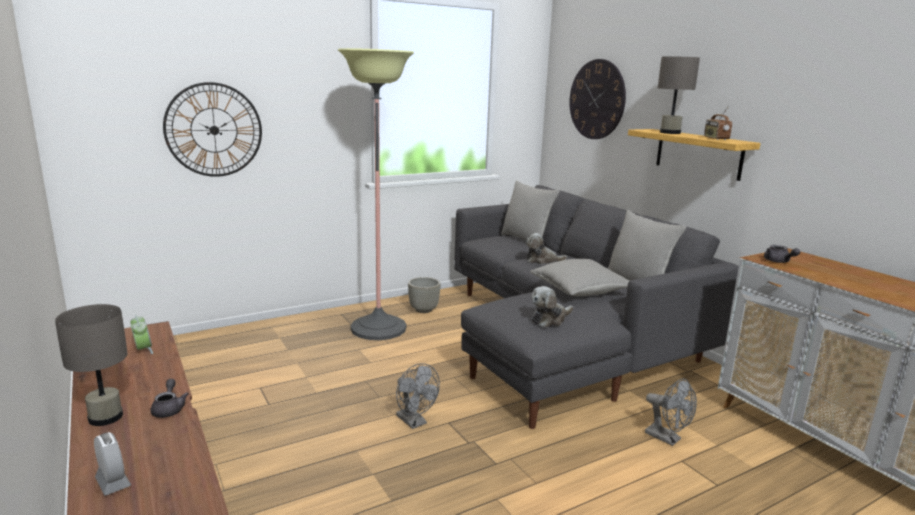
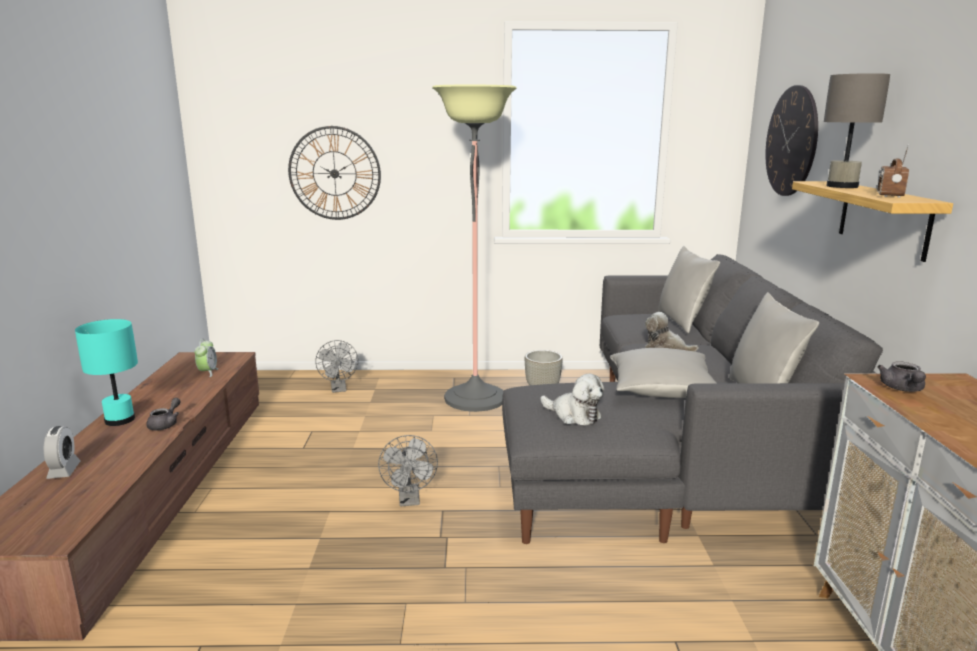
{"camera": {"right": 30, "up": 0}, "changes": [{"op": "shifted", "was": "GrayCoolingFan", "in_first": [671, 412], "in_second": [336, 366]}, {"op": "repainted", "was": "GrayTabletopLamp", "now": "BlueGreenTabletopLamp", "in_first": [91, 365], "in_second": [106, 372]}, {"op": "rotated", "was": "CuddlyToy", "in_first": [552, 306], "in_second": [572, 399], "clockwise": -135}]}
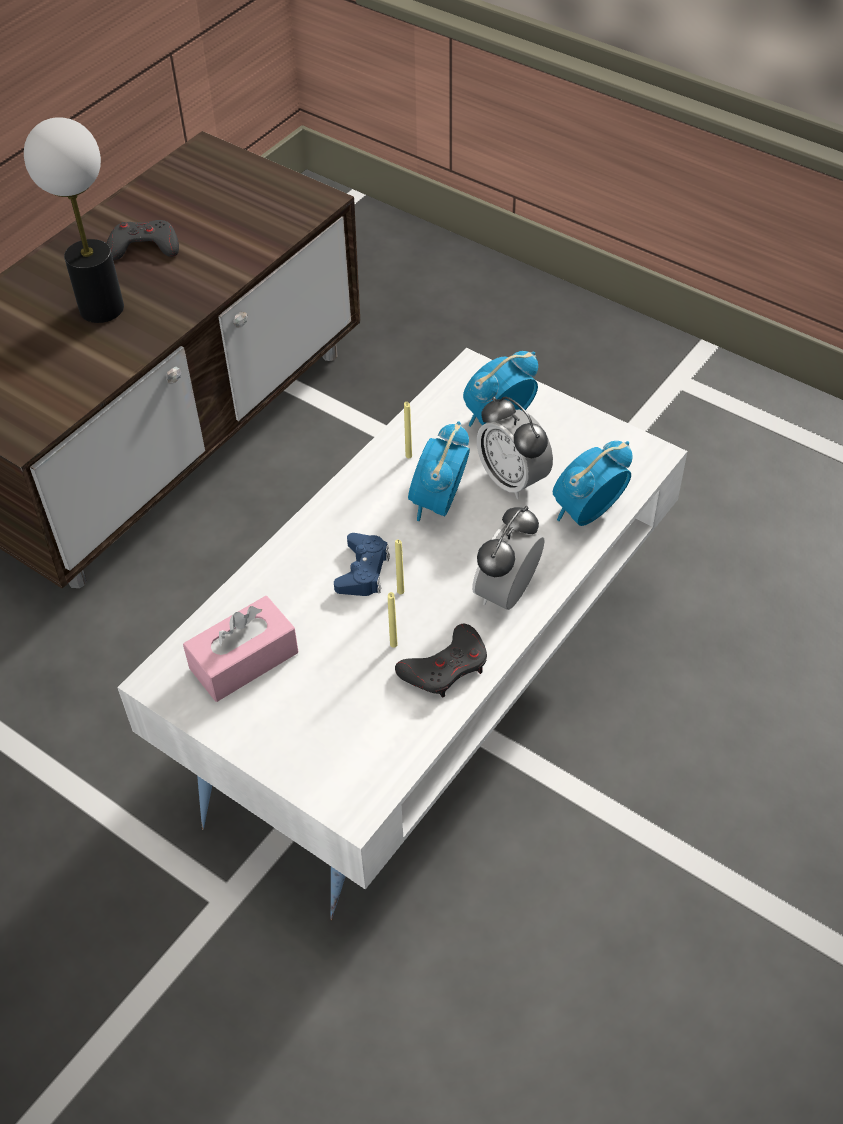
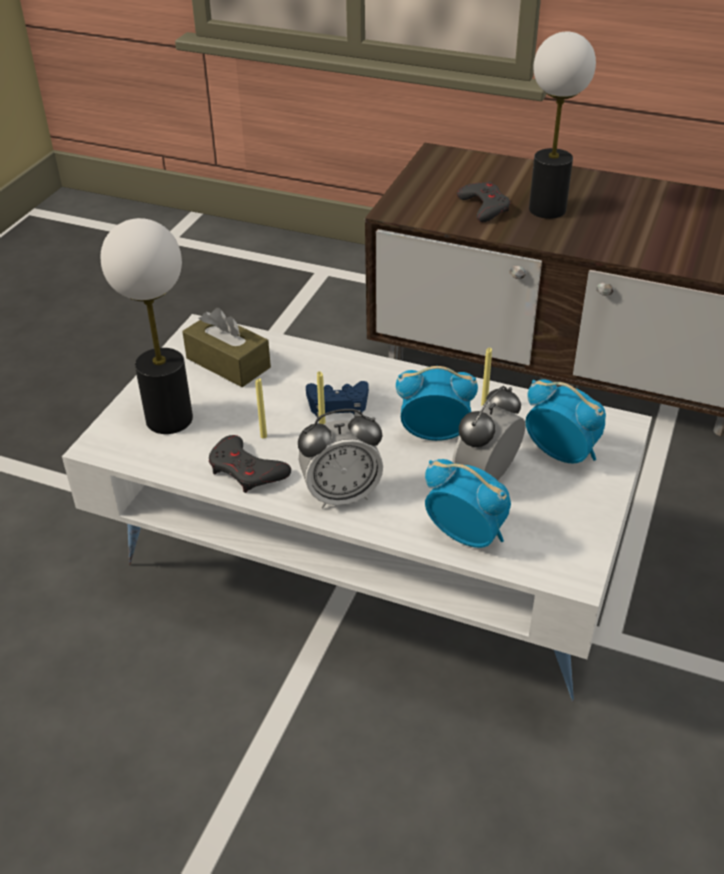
{"camera": {"right": 75, "up": -10}, "changes": [{"op": "new", "now": "TabletopLamp", "in_second": [147, 326]}, {"op": "shifted", "was": "GrayGameController", "in_first": [143, 240], "in_second": [483, 202]}, {"op": "repainted", "was": "PinkTissueHolder", "now": "BrownColouredTissueHolder", "in_first": [240, 649], "in_second": [226, 347]}, {"op": "rotated", "was": "AlarmClock", "in_first": [508, 558], "in_second": [340, 458], "clockwise": 150}]}
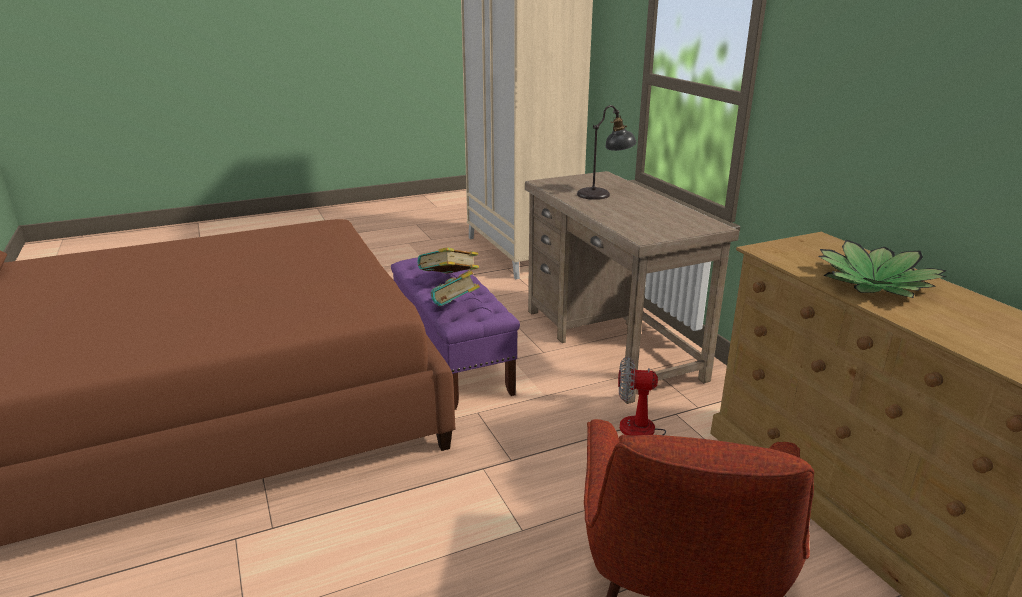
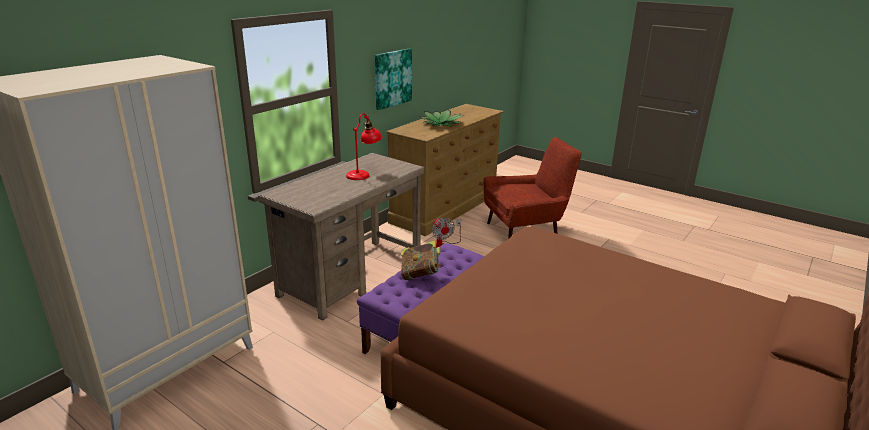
{"camera": {"right": -120, "up": 0}, "changes": [{"op": "gone", "was": "Volume", "in_first": [455, 288]}, {"op": "gone", "was": "GrayTabletopLamp", "in_first": [607, 152]}, {"op": "new", "now": "ReddishTabletopLamp", "in_second": [364, 146]}, {"op": "new", "now": "WallPicture", "in_second": [393, 79]}]}
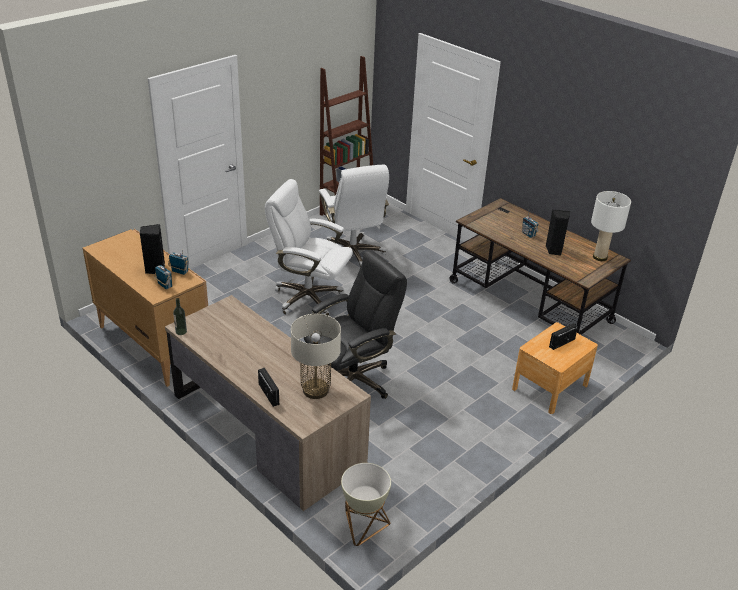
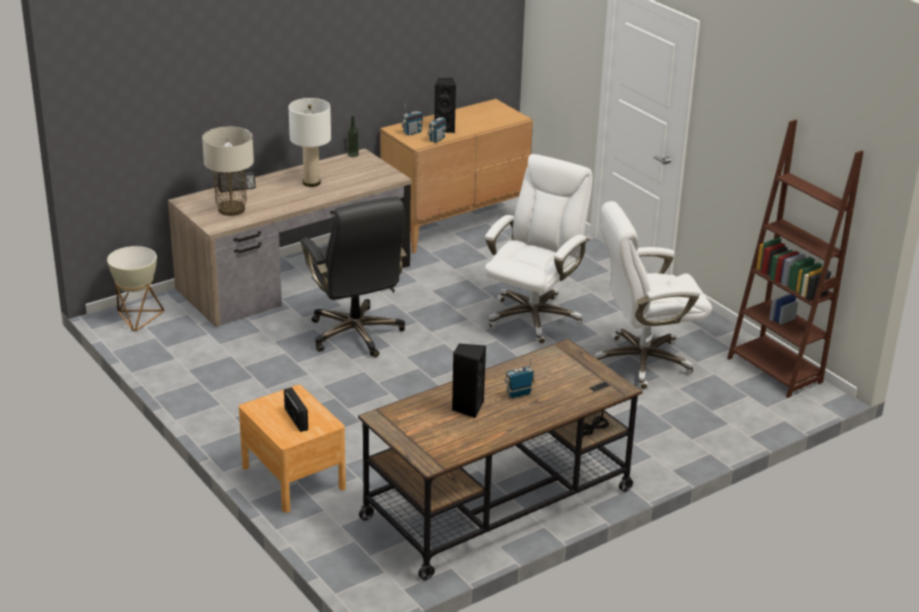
{"camera": {"right": 100, "up": -5}, "changes": [{"op": "shifted", "was": "WhiteTabletopLamp", "in_first": [611, 226], "in_second": [310, 142]}]}
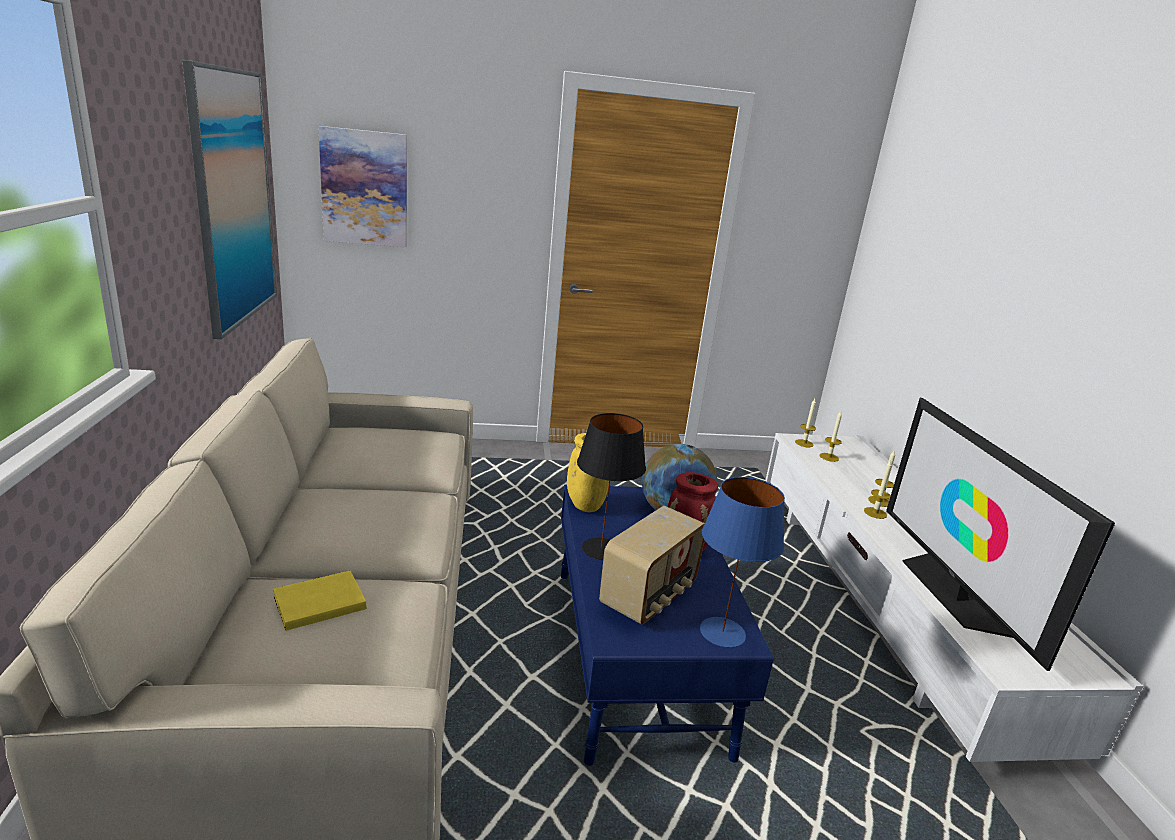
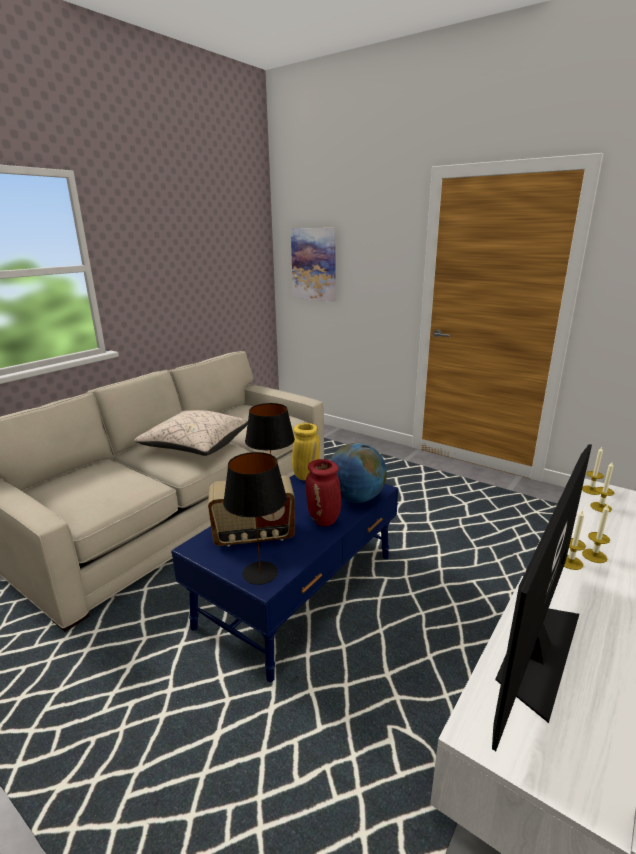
{"camera": {"right": 45, "up": 0}, "changes": [{"op": "gone", "was": "WallPicture", "in_first": [229, 199]}, {"op": "gone", "was": "YellowColouredVolume", "in_first": [319, 600]}, {"op": "new", "now": "BeigeColouredCushion", "in_second": [191, 433]}, {"op": "repainted", "was": "BlueColouredTabletopLamp", "now": "BlackColouredTabletopLamp", "in_first": [742, 562], "in_second": [255, 518]}]}
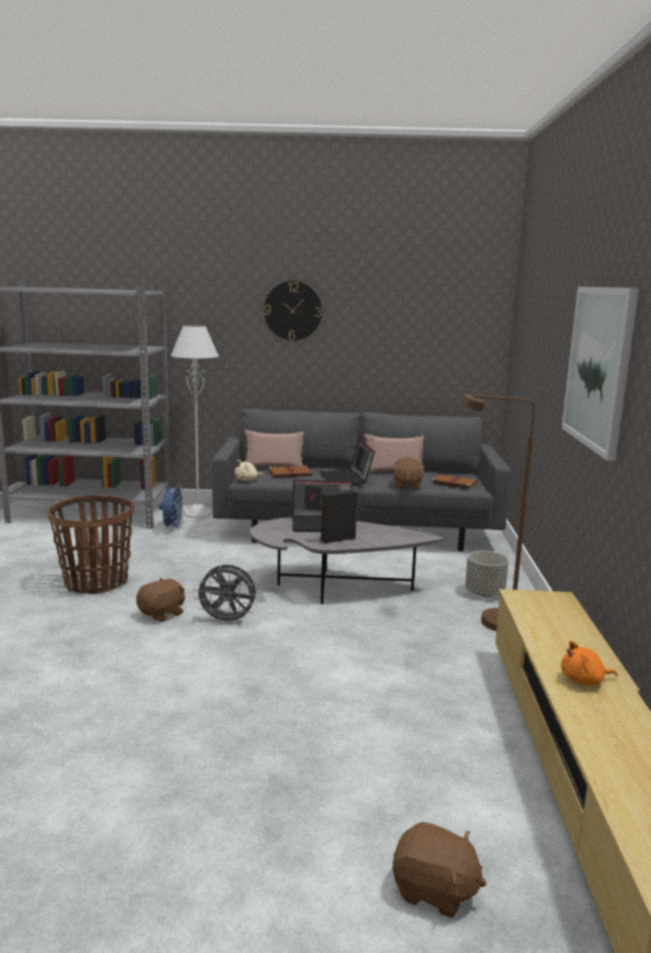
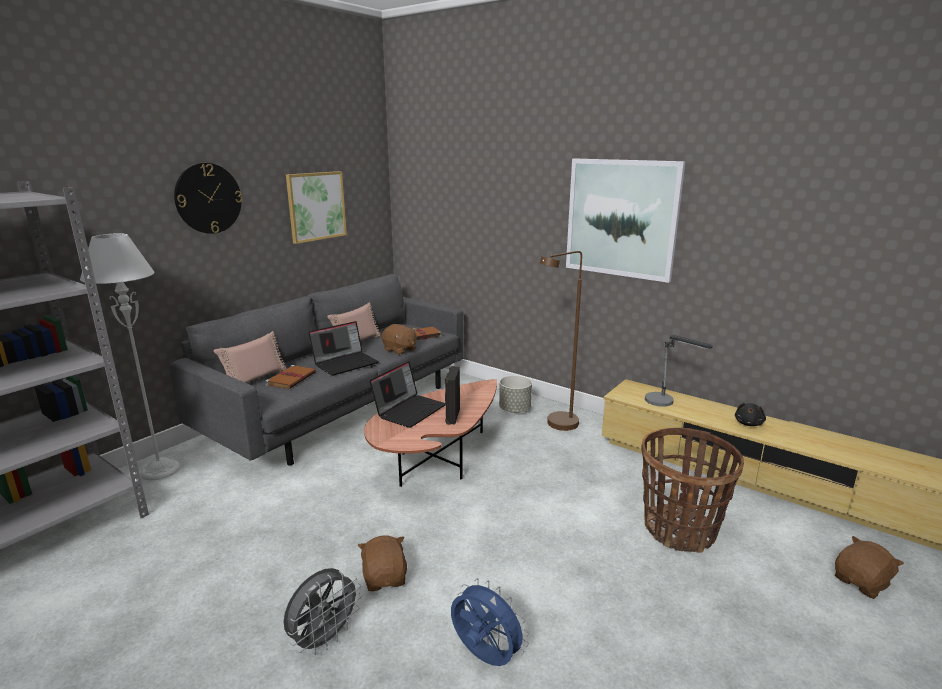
{"camera": {"right": -55, "up": 5}, "changes": [{"op": "gone", "was": "BeigeColouredCuddlyToy", "in_first": [249, 470]}, {"op": "new", "now": "WallPicture", "in_second": [316, 207]}, {"op": "new", "now": "TabletopLamp", "in_second": [679, 371]}, {"op": "shifted", "was": "HouseholdBasket", "in_first": [90, 544], "in_second": [692, 490]}, {"op": "shifted", "was": "BlueColouredCoolingFan", "in_first": [171, 507], "in_second": [490, 622]}, {"op": "shifted", "was": "GrayCoolingFan", "in_first": [225, 595], "in_second": [322, 611]}, {"op": "repainted", "was": "GrayLowTable", "now": "BrownColouredLowTable", "in_first": [347, 560], "in_second": [430, 433]}, {"op": "repainted", "was": "OrangeyCuddlyToy", "now": "BlackColouredCuddlyToy", "in_first": [589, 663], "in_second": [750, 414]}, {"op": "rotated", "was": "PortableComputer", "in_first": [347, 462], "in_second": [343, 348], "clockwise": -60}]}
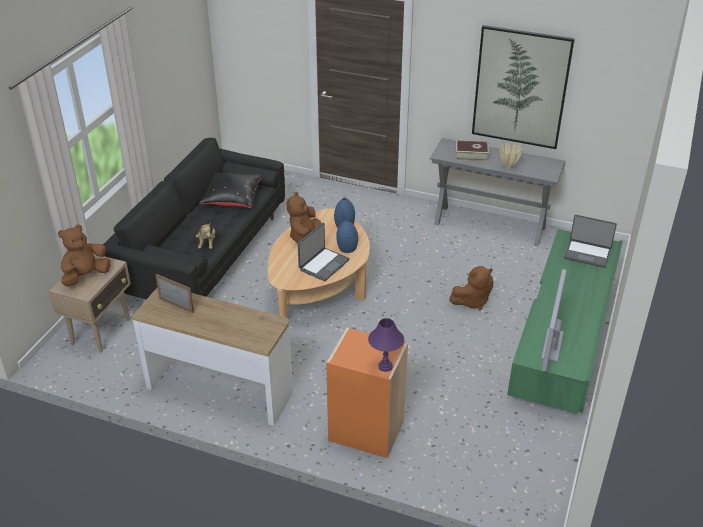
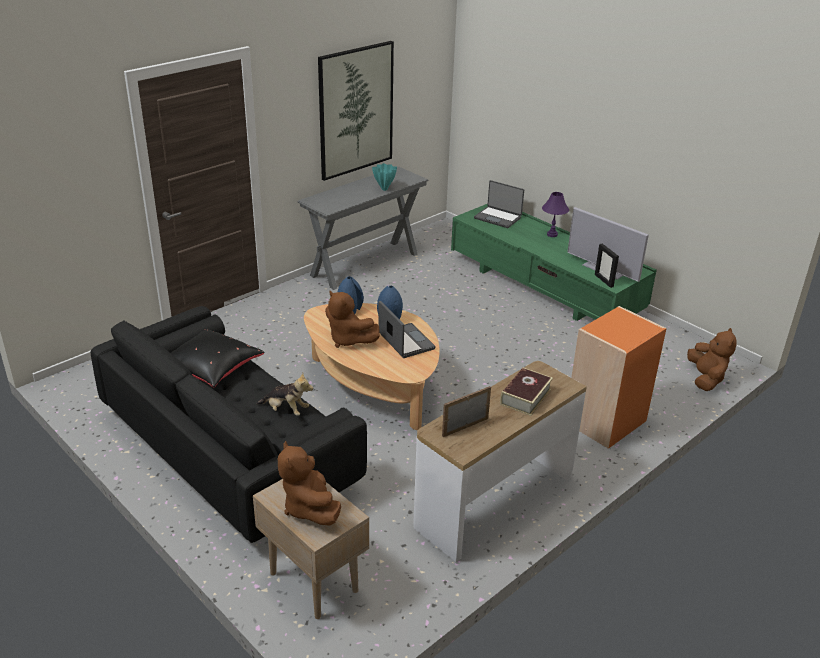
{"camera": {"right": -65, "up": -5}, "changes": [{"op": "new", "now": "PictureFrame", "in_second": [607, 266]}, {"op": "shifted", "was": "PurplishTabletopLamp", "in_first": [386, 345], "in_second": [555, 214]}, {"op": "shifted", "was": "BrownColouredCuddlyToy", "in_first": [471, 288], "in_second": [711, 359]}, {"op": "shifted", "was": "Volume", "in_first": [472, 151], "in_second": [526, 391]}, {"op": "repainted", "was": "BeigeColouredFlowerVase", "now": "BlueGreenFlowerVase", "in_first": [511, 156], "in_second": [384, 177]}, {"op": "rotated", "was": "PortableComputer", "in_first": [590, 241], "in_second": [499, 204], "clockwise": 75}]}
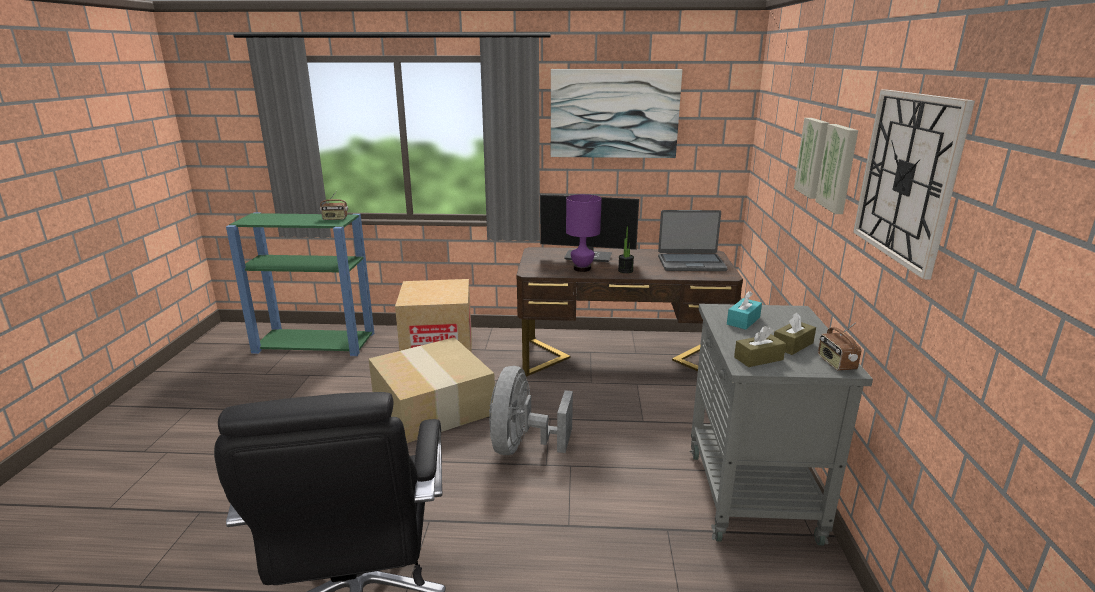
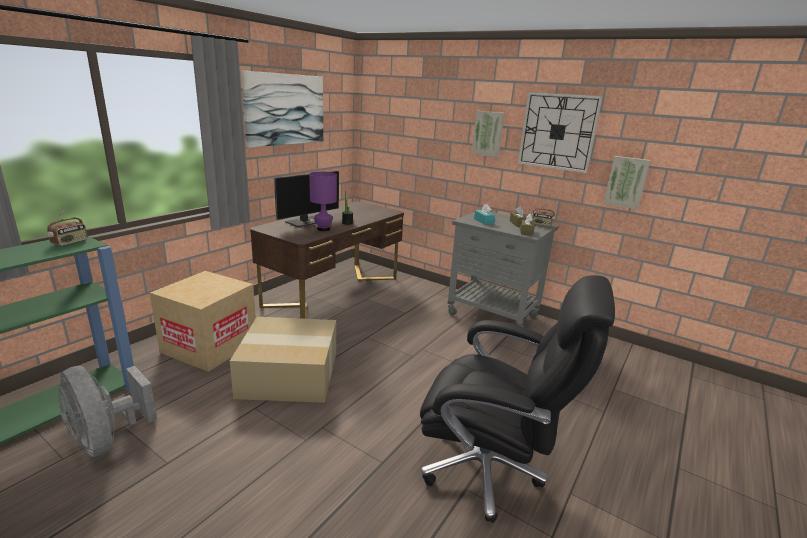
{"camera": {"right": -60, "up": 0}, "changes": [{"op": "gone", "was": "PortableComputer", "in_first": [693, 240]}, {"op": "shifted", "was": "GrayCoolingFan", "in_first": [531, 410], "in_second": [107, 411]}, {"op": "shifted", "was": "WallPicture", "in_first": [812, 158], "in_second": [627, 182]}]}
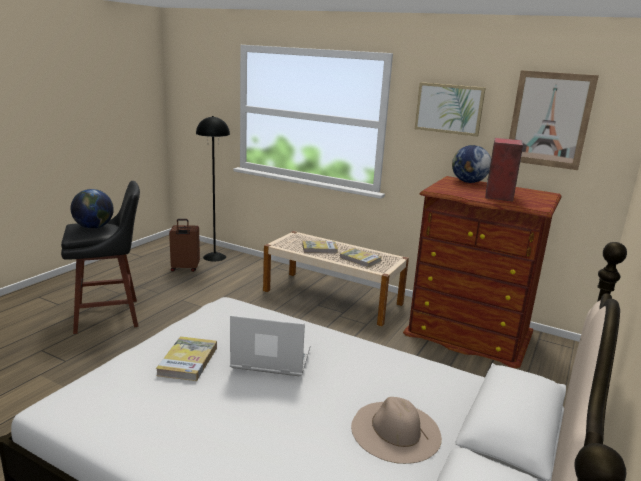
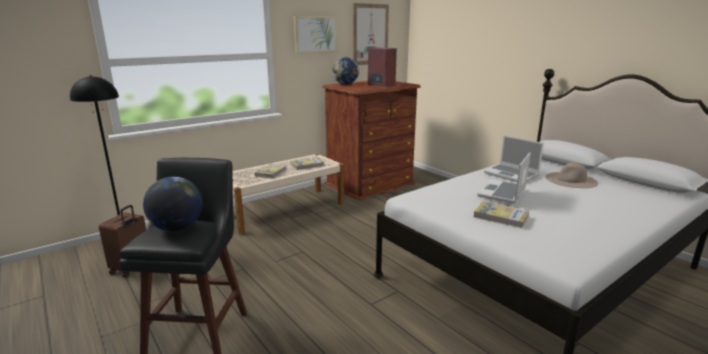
{"camera": {"right": -65, "up": 0}, "changes": [{"op": "new", "now": "PortableComputer", "in_second": [514, 158]}]}
